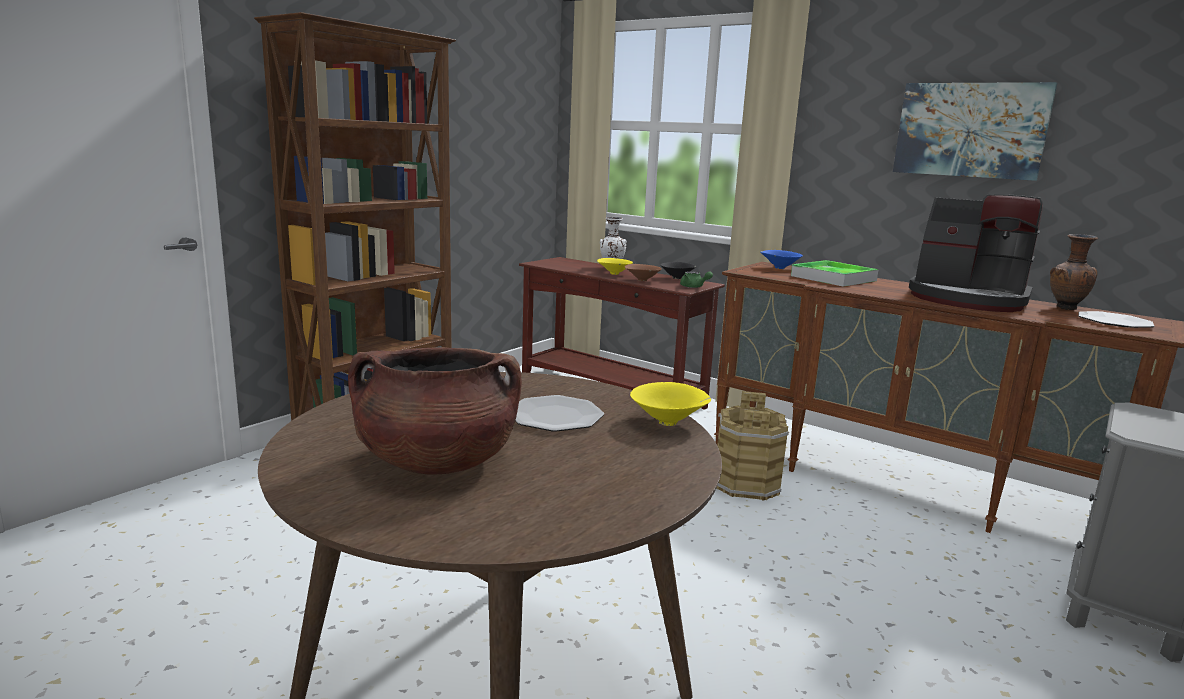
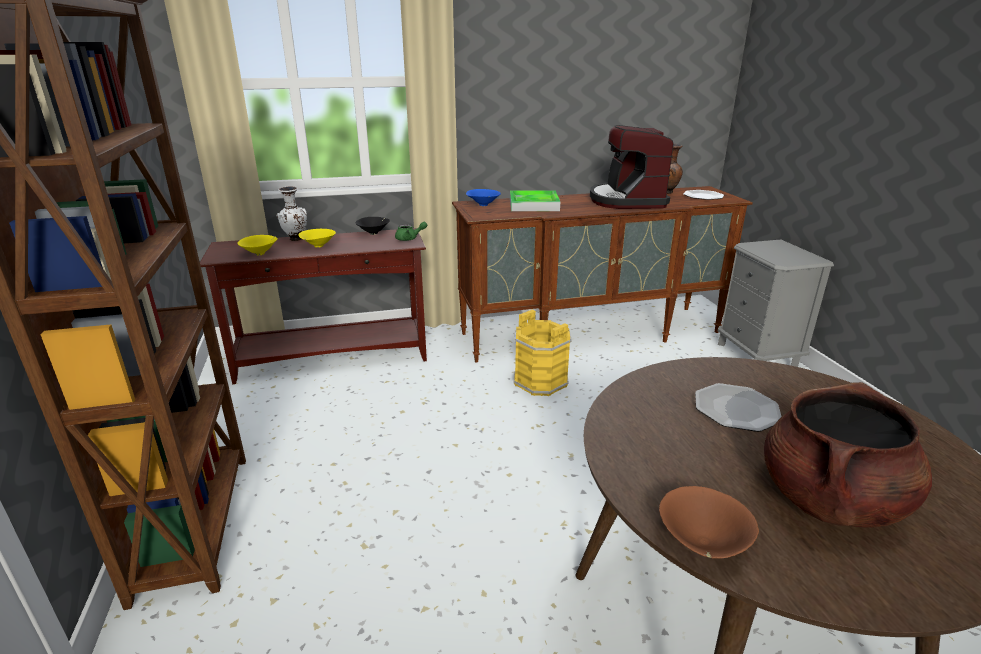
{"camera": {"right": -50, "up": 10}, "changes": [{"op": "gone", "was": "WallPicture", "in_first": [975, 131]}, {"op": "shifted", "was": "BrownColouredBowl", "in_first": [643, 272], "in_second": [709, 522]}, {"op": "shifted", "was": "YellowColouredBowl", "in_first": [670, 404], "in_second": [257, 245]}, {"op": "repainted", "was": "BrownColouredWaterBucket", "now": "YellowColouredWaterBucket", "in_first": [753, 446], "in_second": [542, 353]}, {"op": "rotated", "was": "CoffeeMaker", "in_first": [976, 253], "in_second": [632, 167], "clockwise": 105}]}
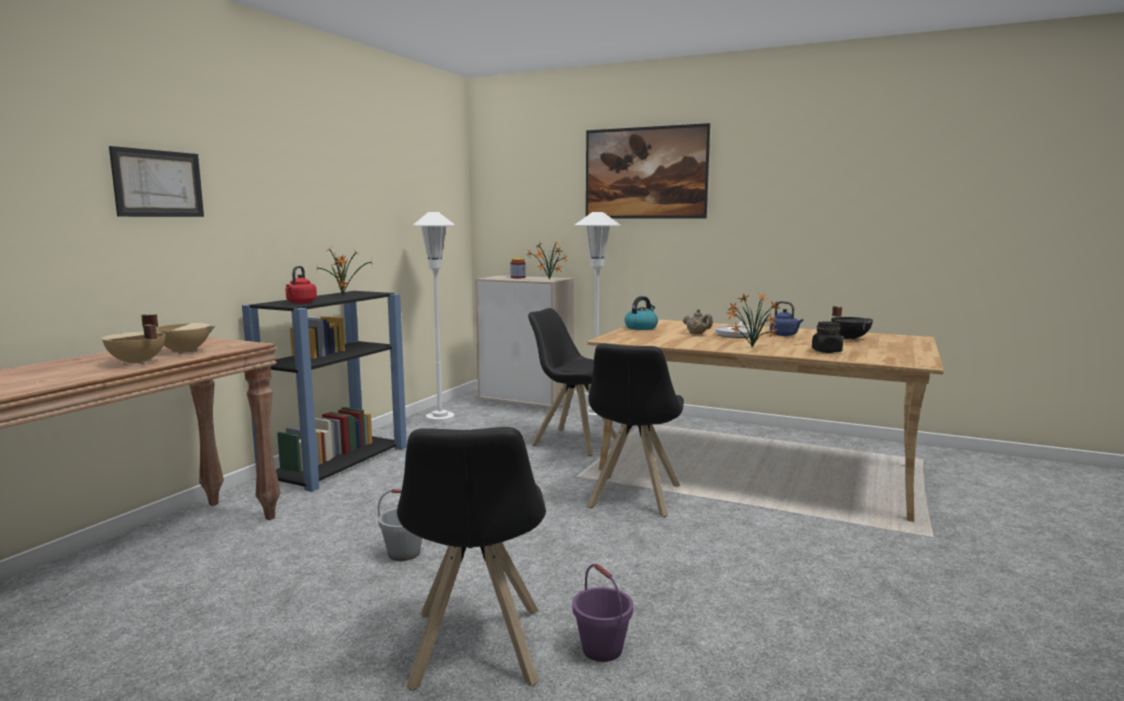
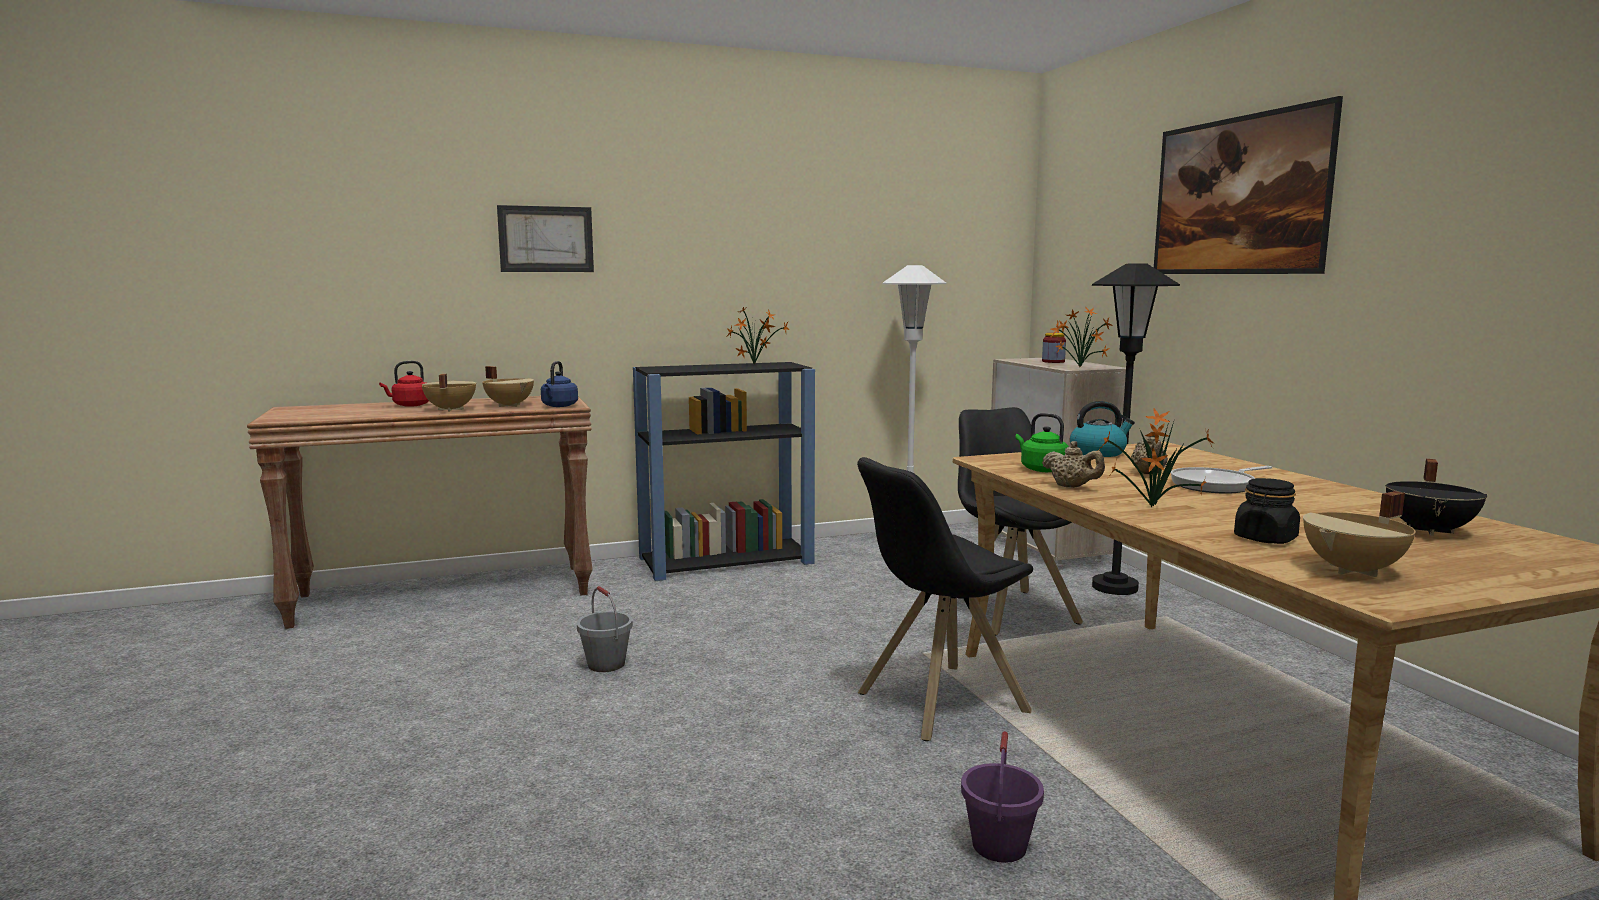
{"camera": {"right": 45, "up": 0}, "changes": [{"op": "gone", "was": "BlackColouredUprightChair", "in_first": [471, 559]}, {"op": "new", "now": "GreenishTeaKettle", "in_second": [1042, 442]}, {"op": "new", "now": "BeigeColouredTeaPot", "in_second": [1073, 464]}, {"op": "new", "now": "BeigeColouredStockpot", "in_second": [1359, 534]}, {"op": "shifted", "was": "ReddishTeaKettle", "in_first": [301, 284], "in_second": [404, 384]}, {"op": "shifted", "was": "PurplishWaterBucket", "in_first": [602, 613], "in_second": [1002, 797]}, {"op": "shifted", "was": "BlueColouredTeaKettle", "in_first": [786, 318], "in_second": [559, 384]}, {"op": "repainted", "was": "WhiteStandardLamp", "now": "BlackColouredStandardLamp", "in_first": [597, 316], "in_second": [1136, 429]}]}
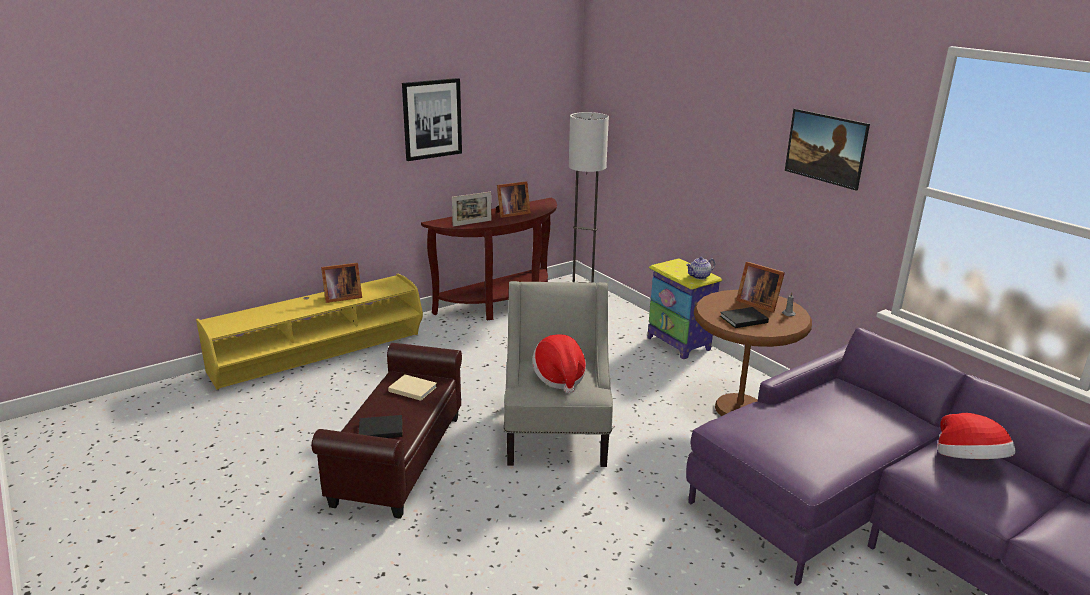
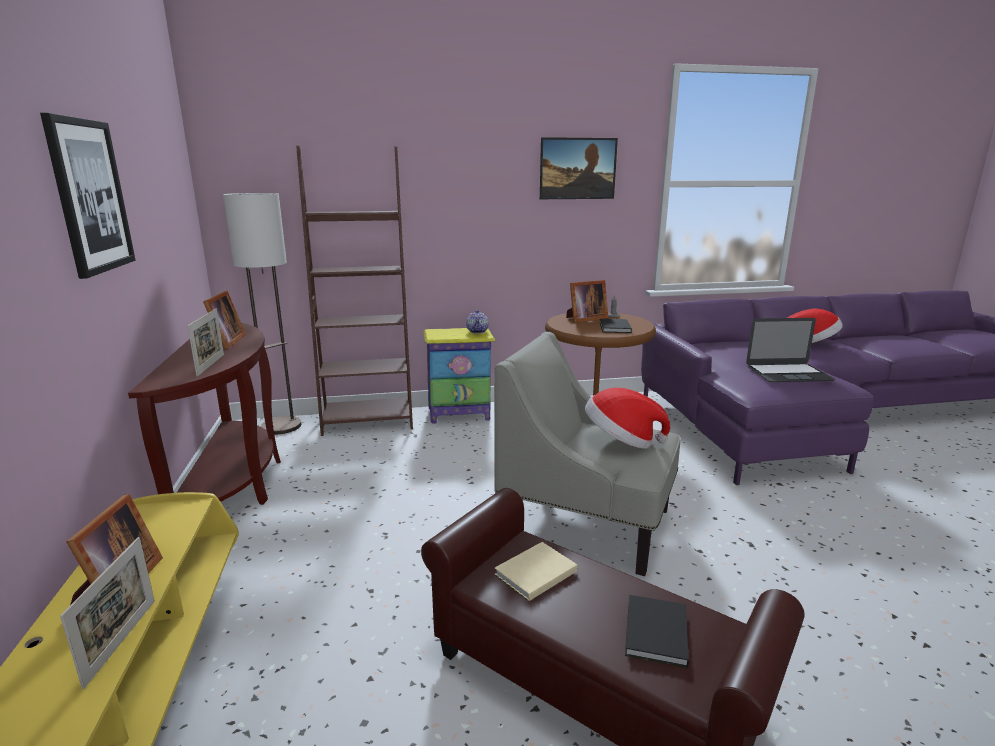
{"camera": {"right": -65, "up": -5}, "changes": [{"op": "new", "now": "PictureFrame", "in_second": [107, 613]}, {"op": "new", "now": "BrownColouredShelvingUnit", "in_second": [354, 291]}, {"op": "new", "now": "PortableComputer", "in_second": [790, 350]}]}
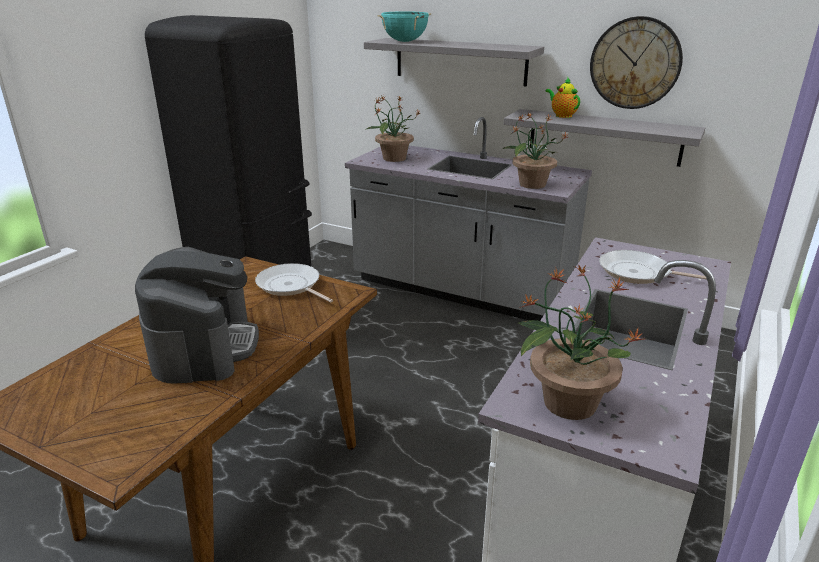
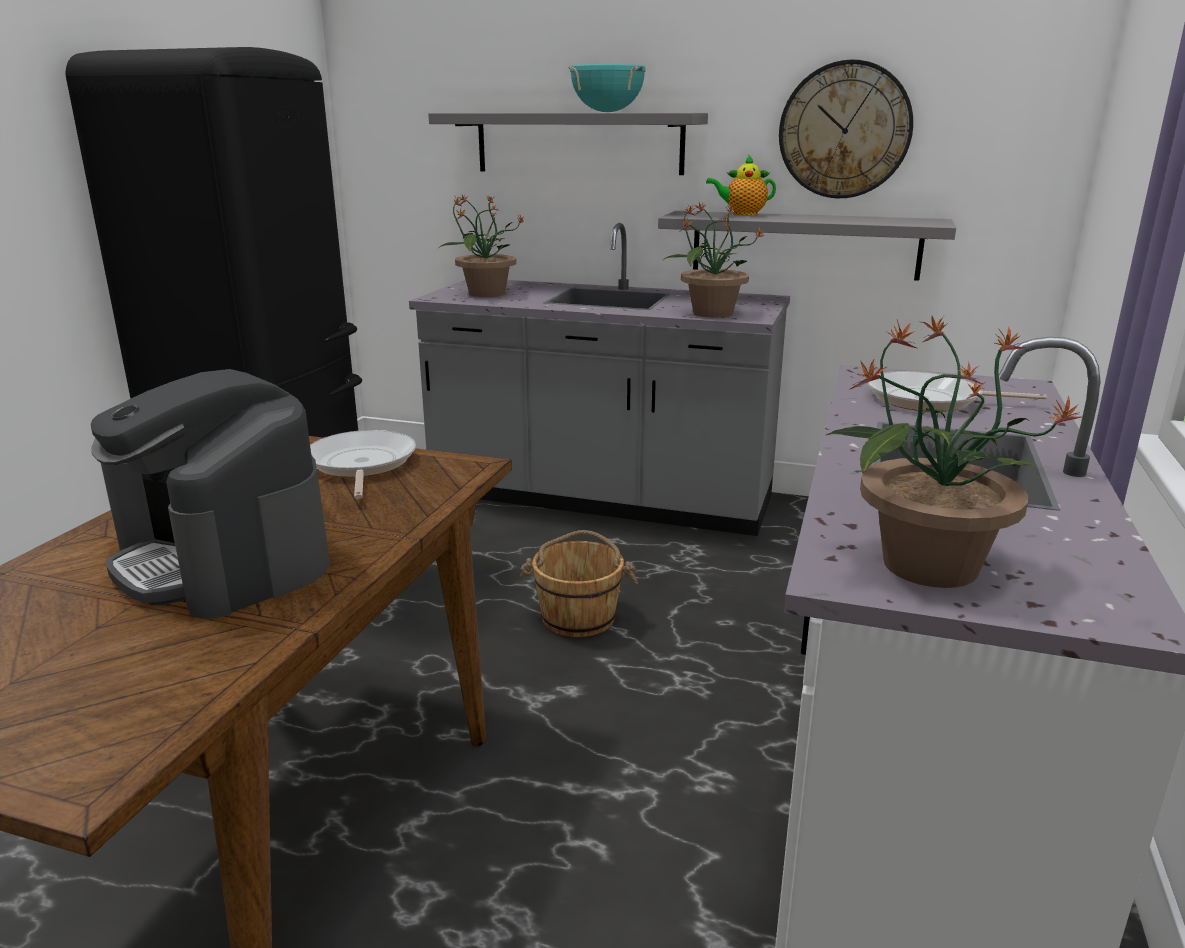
{"camera": {"right": -10, "up": -5}, "changes": [{"op": "new", "now": "BrownColouredWaterBucket", "in_second": [579, 583]}, {"op": "shifted", "was": "BlueGreenStockpot", "in_first": [404, 26], "in_second": [607, 88]}, {"op": "rotated", "was": "CoffeeMaker", "in_first": [197, 315], "in_second": [210, 494], "clockwise": 150}, {"op": "rotated", "was": "FryingPan", "in_first": [294, 282], "in_second": [363, 464], "clockwise": 45}, {"op": "rotated", "was": "TeaPot", "in_first": [562, 98], "in_second": [741, 184], "clockwise": -45}]}
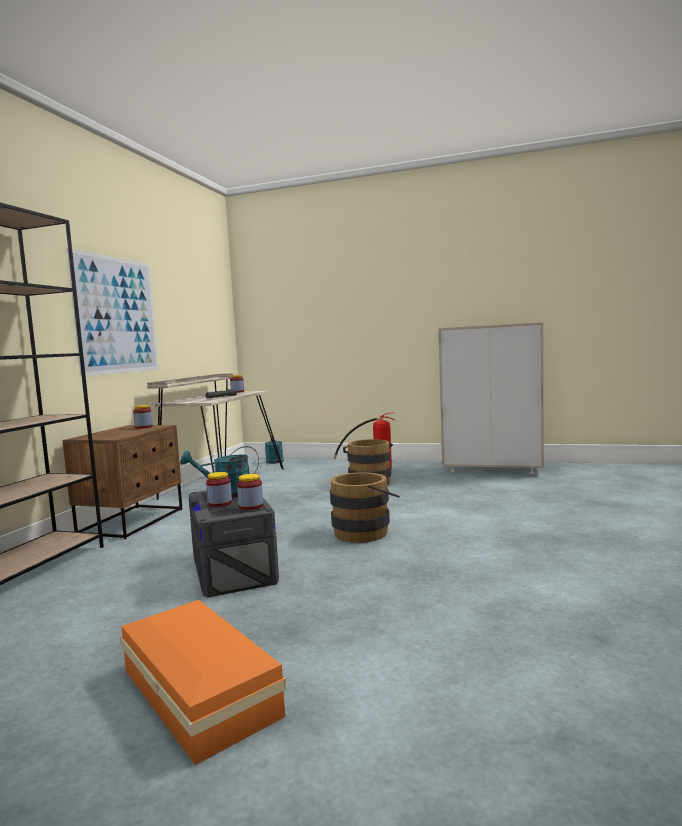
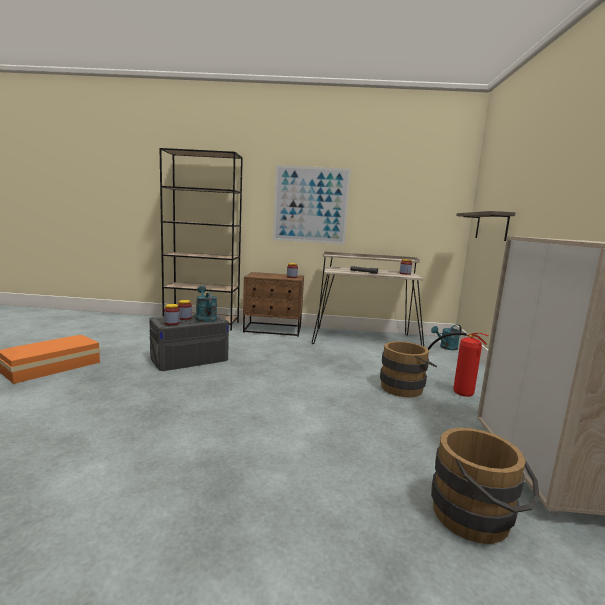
{"camera": {"right": 75, "up": 5}, "changes": [{"op": "new", "now": "BracketShelf", "in_second": [486, 226]}, {"op": "shifted", "was": "BrownColouredWaterBucket", "in_first": [365, 507], "in_second": [485, 486]}]}
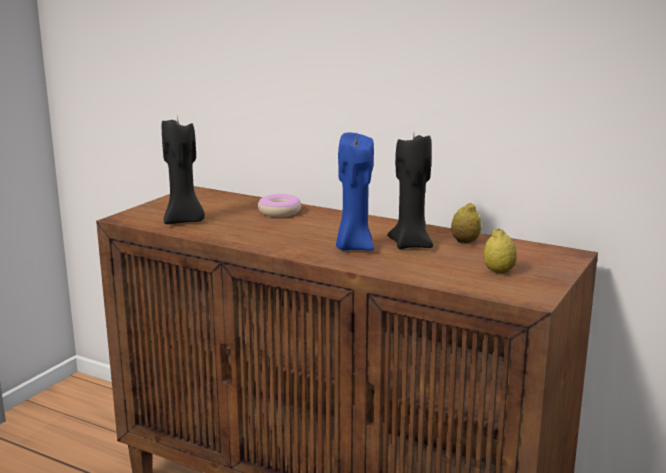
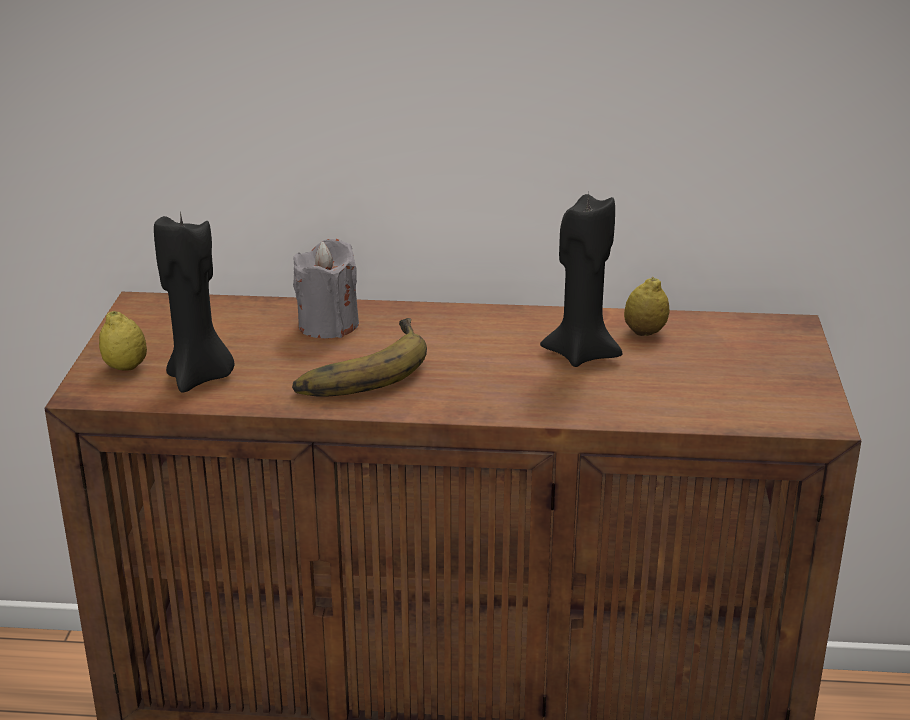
{"camera": {"right": -25, "up": 10}, "changes": [{"op": "gone", "was": "BlueColouredWaxCandle", "in_first": [355, 192]}, {"op": "new", "now": "BananaFruit", "in_second": [359, 357]}, {"op": "shifted", "was": "Lemon", "in_first": [500, 251], "in_second": [123, 341]}, {"op": "swapped", "was": "RingDoughnut", "now": "GrayWaxCandle", "in_first": [279, 205], "in_second": [326, 288]}]}
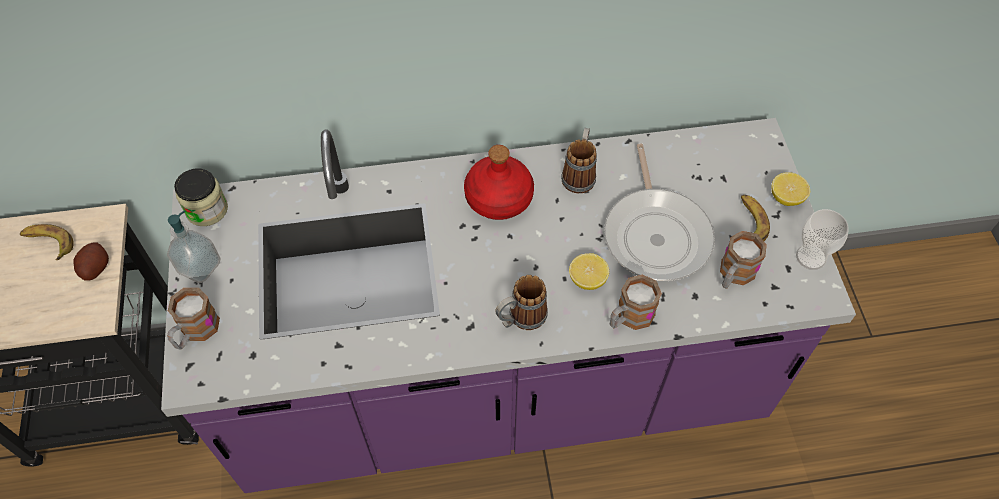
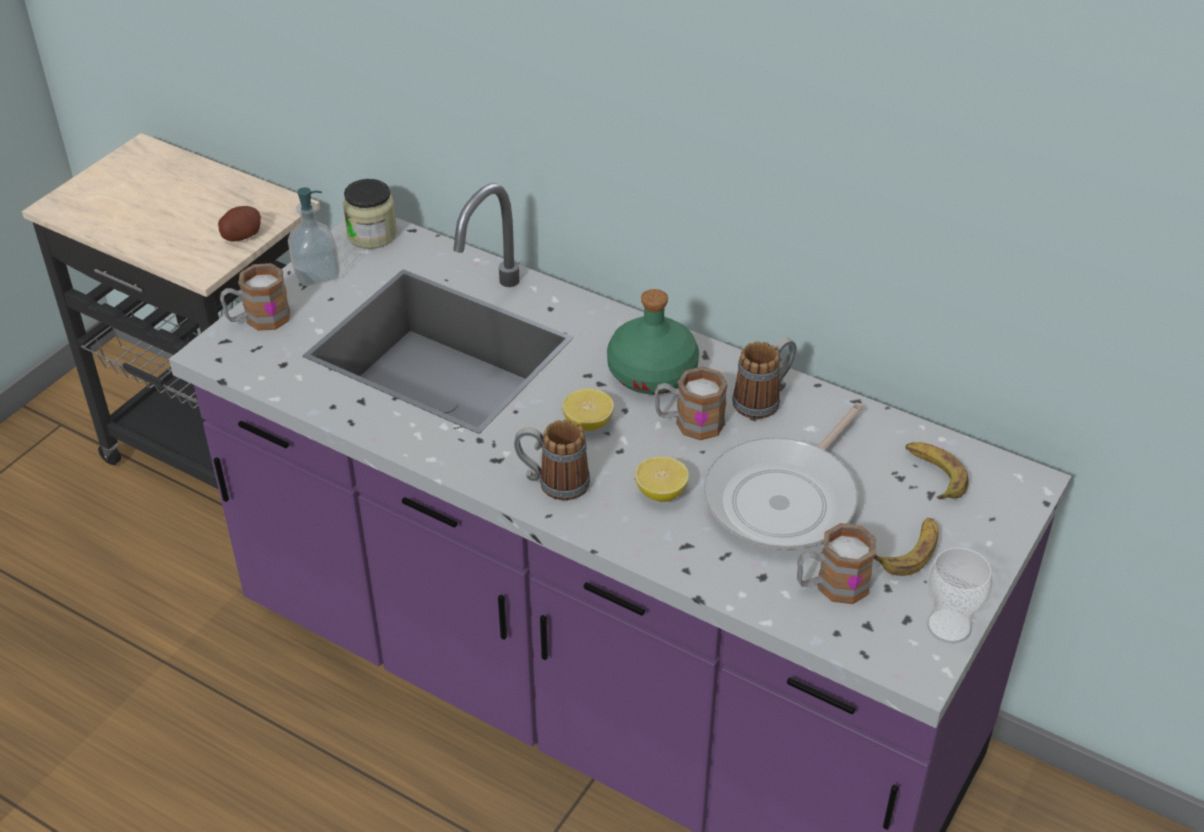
{"camera": {"right": 40, "up": -15}, "changes": [{"op": "shifted", "was": "BananaFruit", "in_first": [47, 242], "in_second": [936, 470]}, {"op": "shifted", "was": "CoffeeMug", "in_first": [636, 302], "in_second": [691, 403]}, {"op": "shifted", "was": "Lemon", "in_first": [790, 189], "in_second": [588, 409]}, {"op": "repainted", "was": "ReddishDrinkBottle", "now": "GreenishDrinkBottle", "in_first": [499, 182], "in_second": [653, 341]}]}
